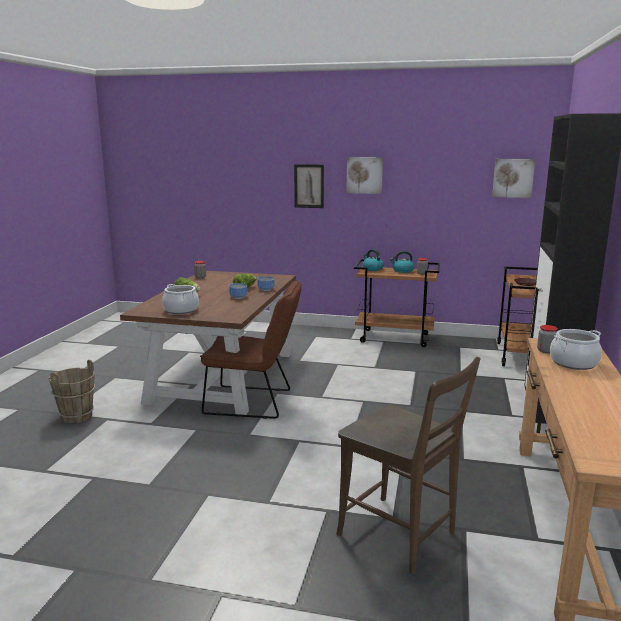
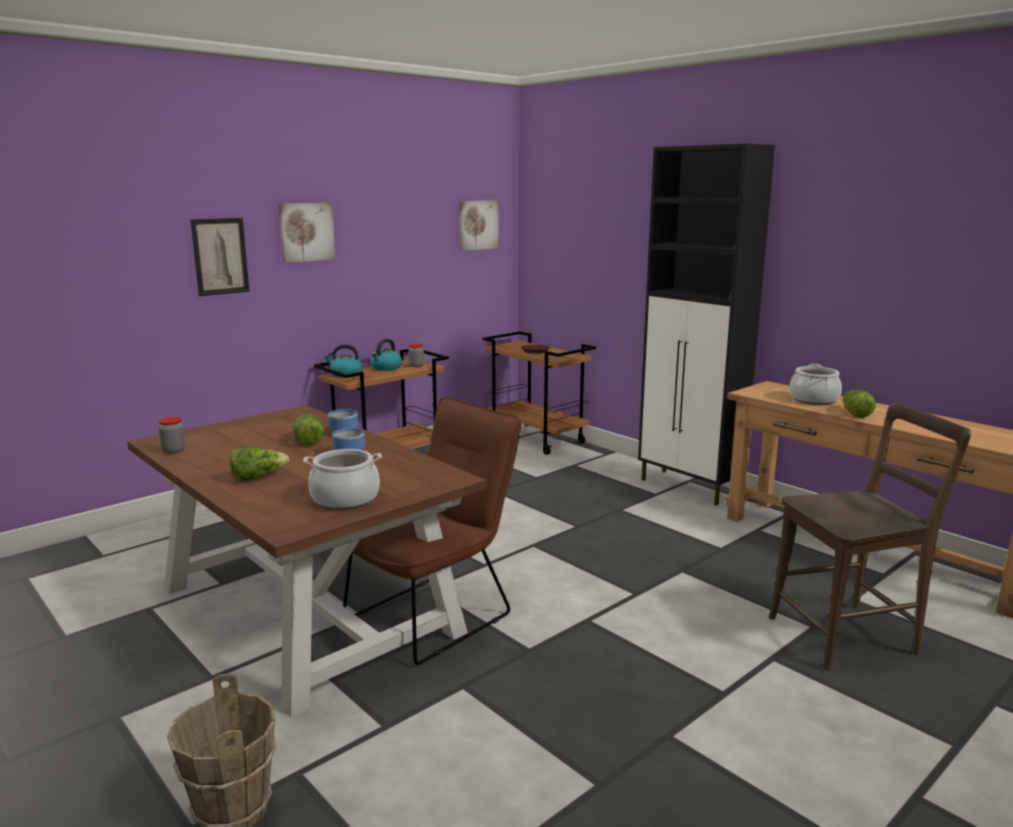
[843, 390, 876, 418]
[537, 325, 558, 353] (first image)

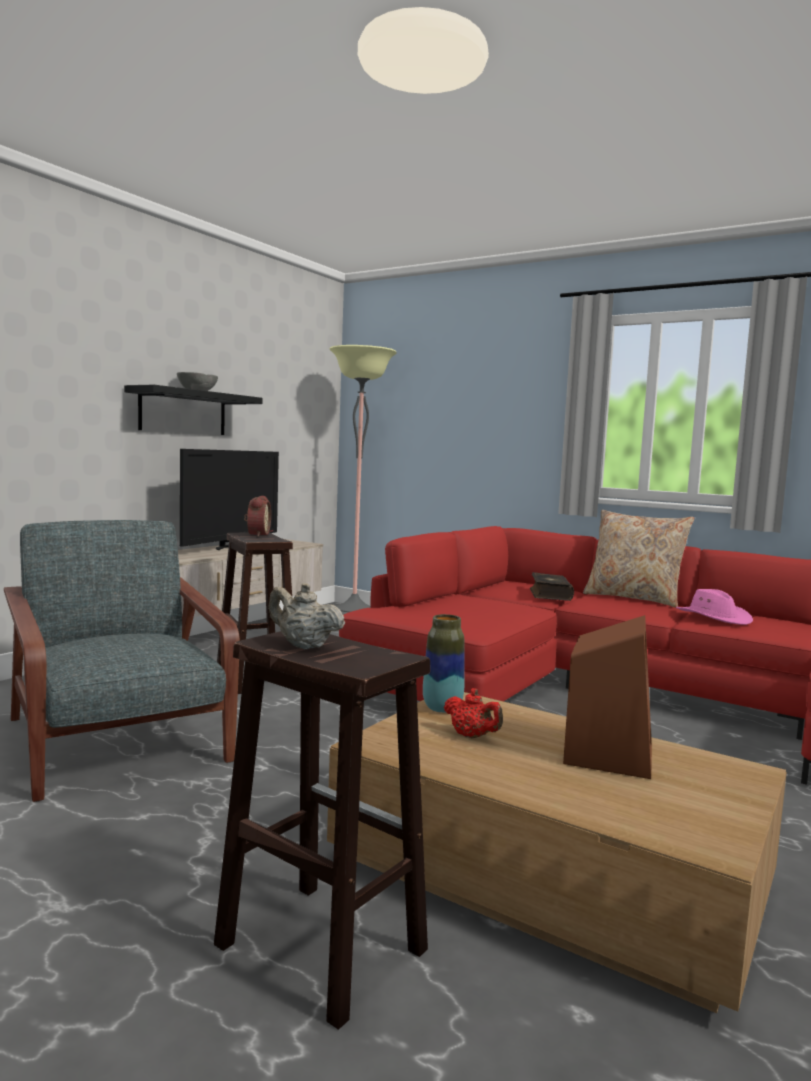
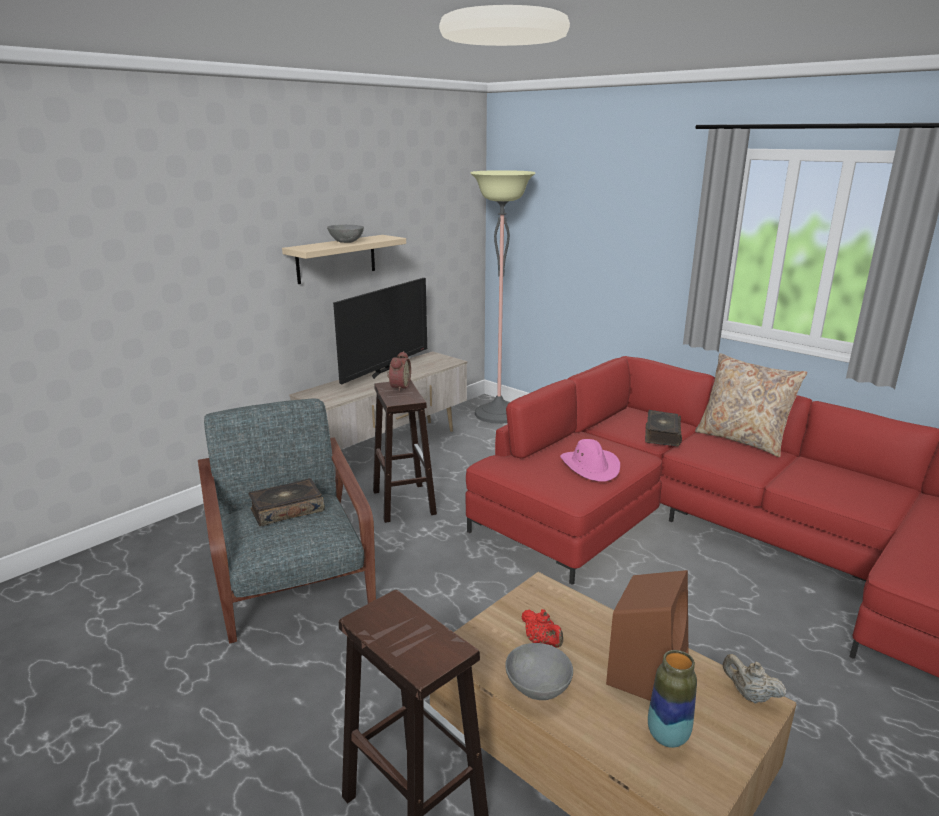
[249, 478, 325, 526]
[282, 235, 406, 284]
[505, 643, 573, 700]
[560, 439, 620, 482]
[648, 650, 697, 748]
[723, 654, 786, 704]

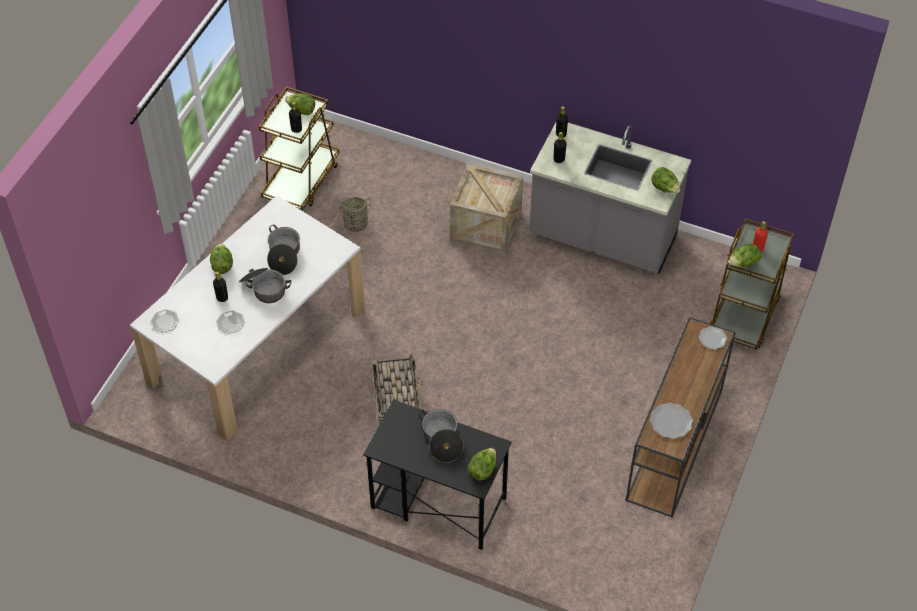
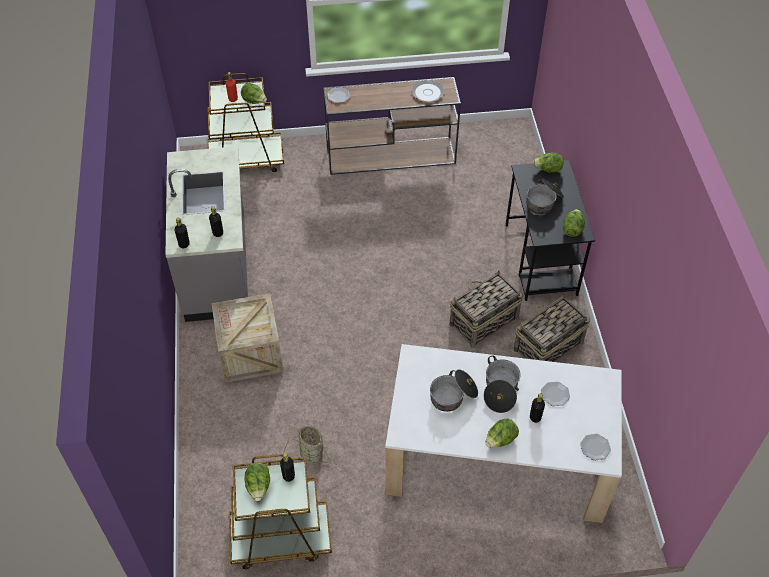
[514, 294, 590, 362]
[563, 209, 585, 237]

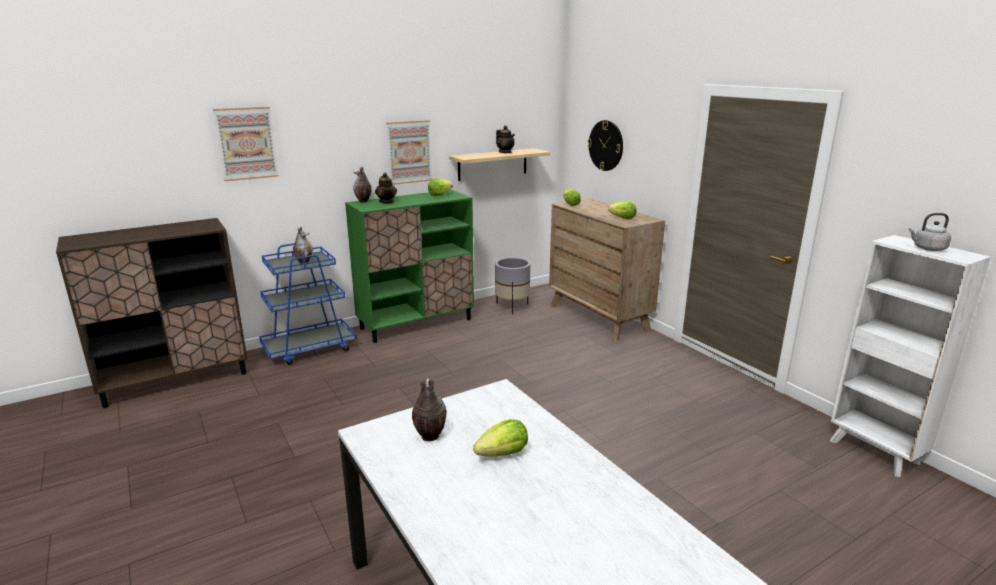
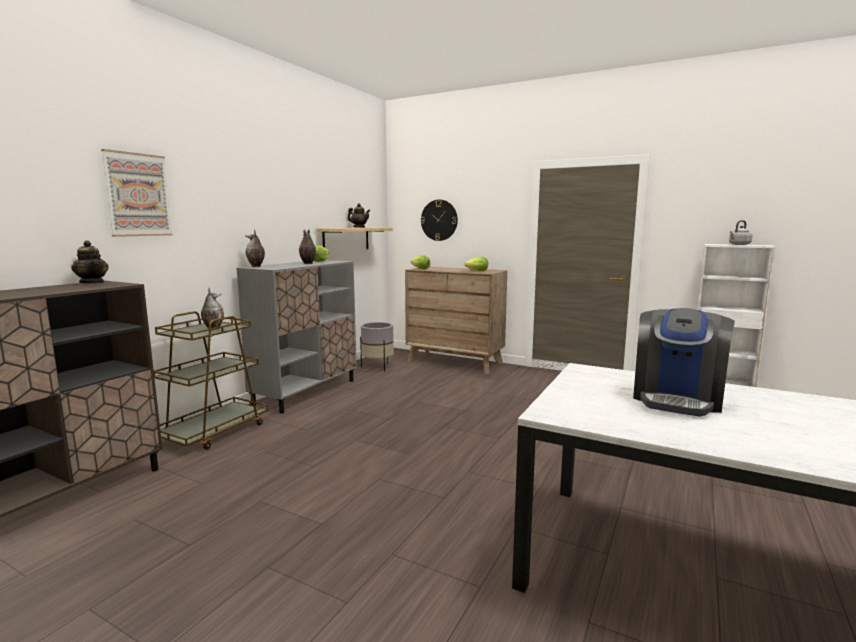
[71, 240, 109, 283]
[154, 311, 268, 450]
[236, 260, 357, 414]
[299, 229, 316, 264]
[633, 308, 735, 417]
[386, 120, 432, 185] (first image)

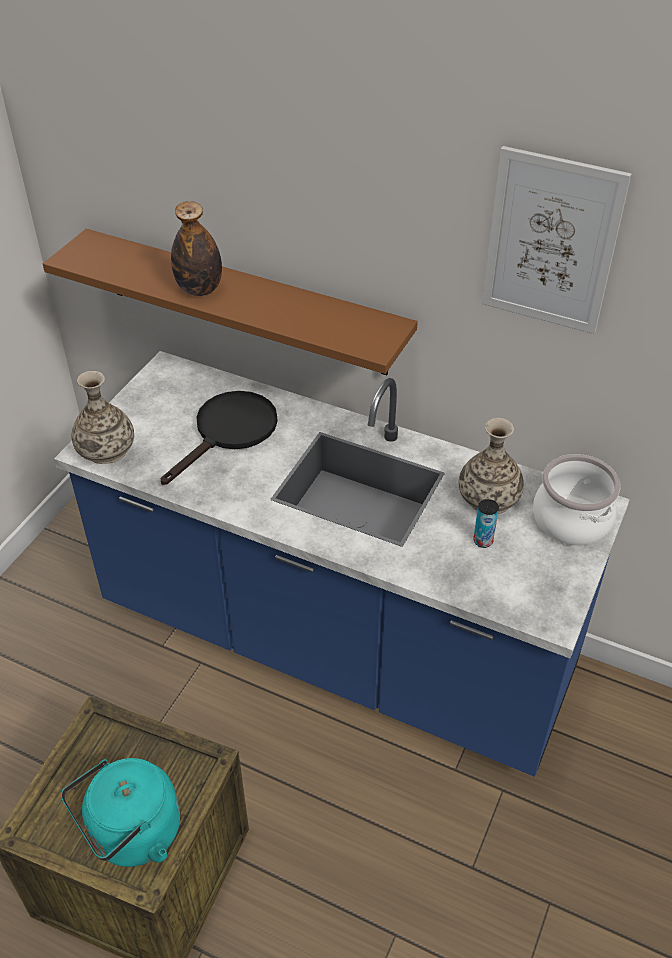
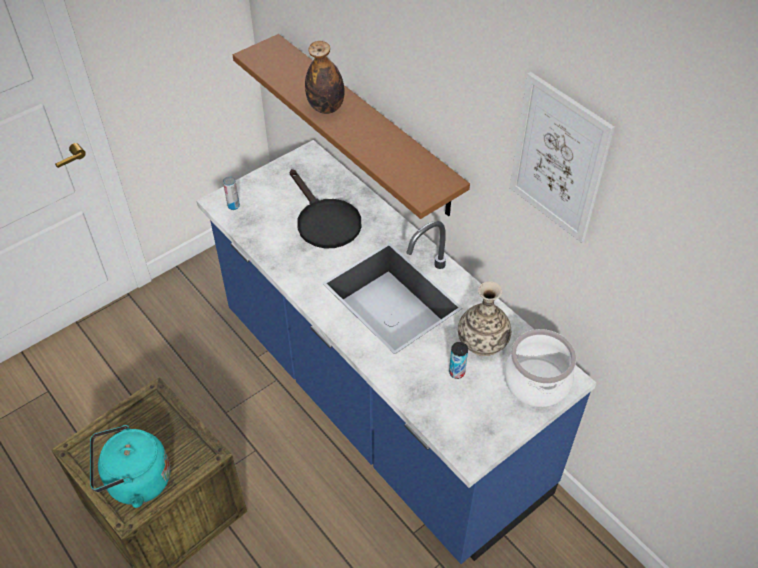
[223, 176, 240, 210]
[290, 169, 361, 248]

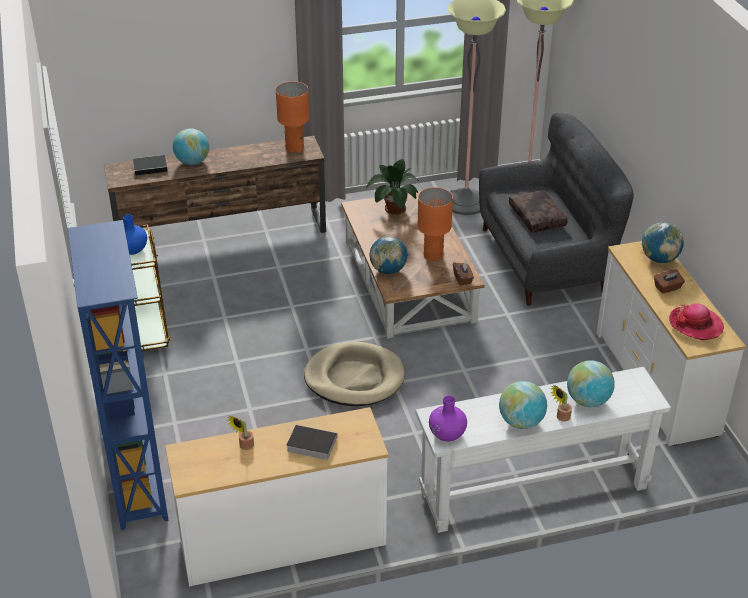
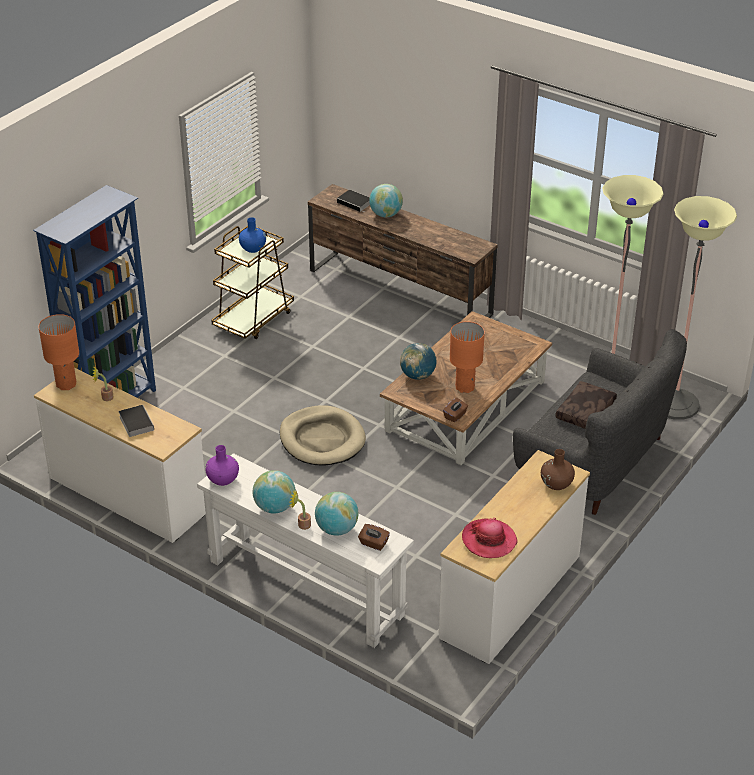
[38, 314, 79, 390]
[358, 524, 390, 551]
[541, 449, 575, 490]
[366, 159, 419, 214] (first image)

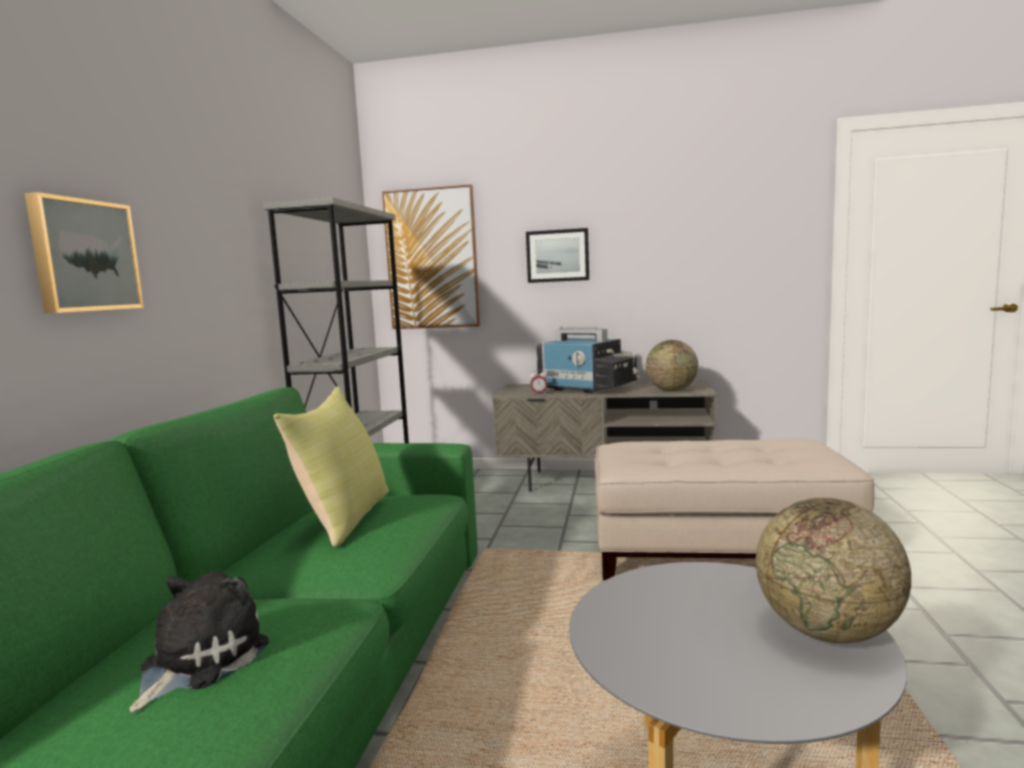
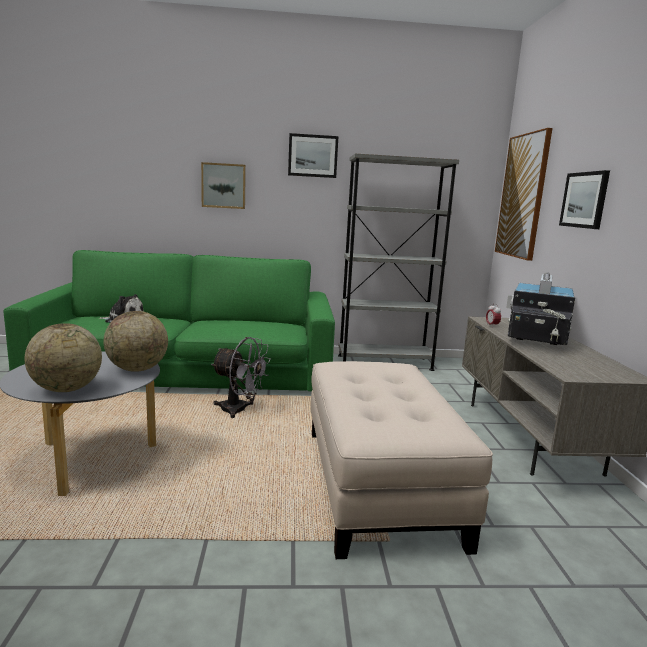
[104, 311, 168, 372]
[211, 337, 271, 418]
[288, 133, 338, 178]
[274, 386, 389, 547] (first image)

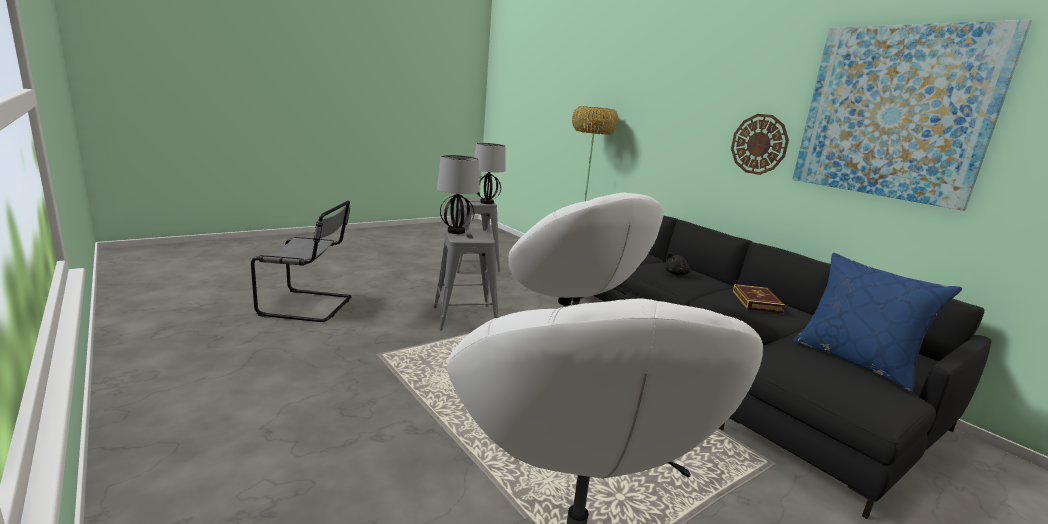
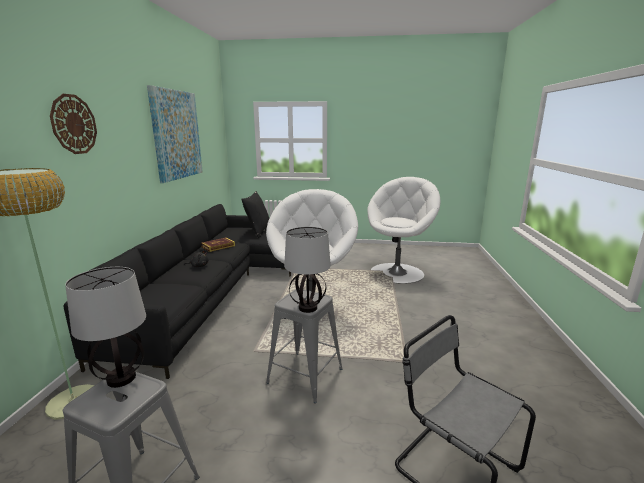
[50, 94, 97, 154]
[241, 191, 269, 238]

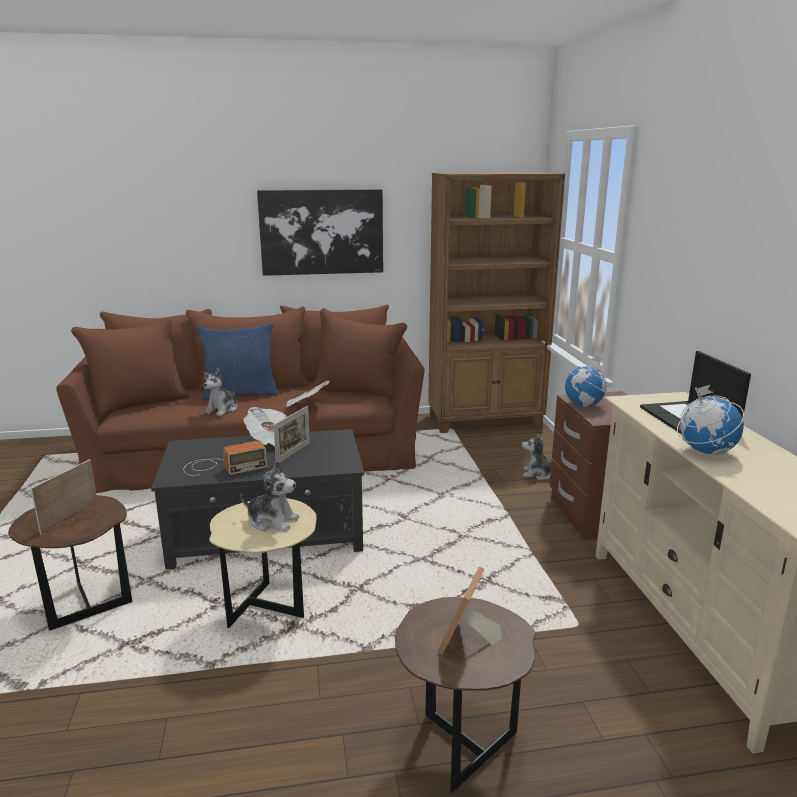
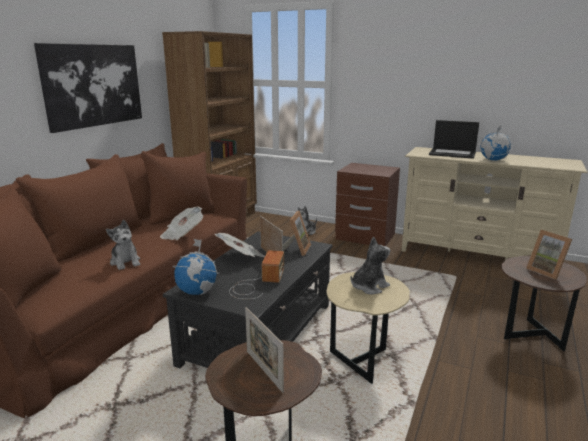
[172, 239, 219, 295]
[283, 211, 311, 256]
[197, 323, 278, 401] (first image)

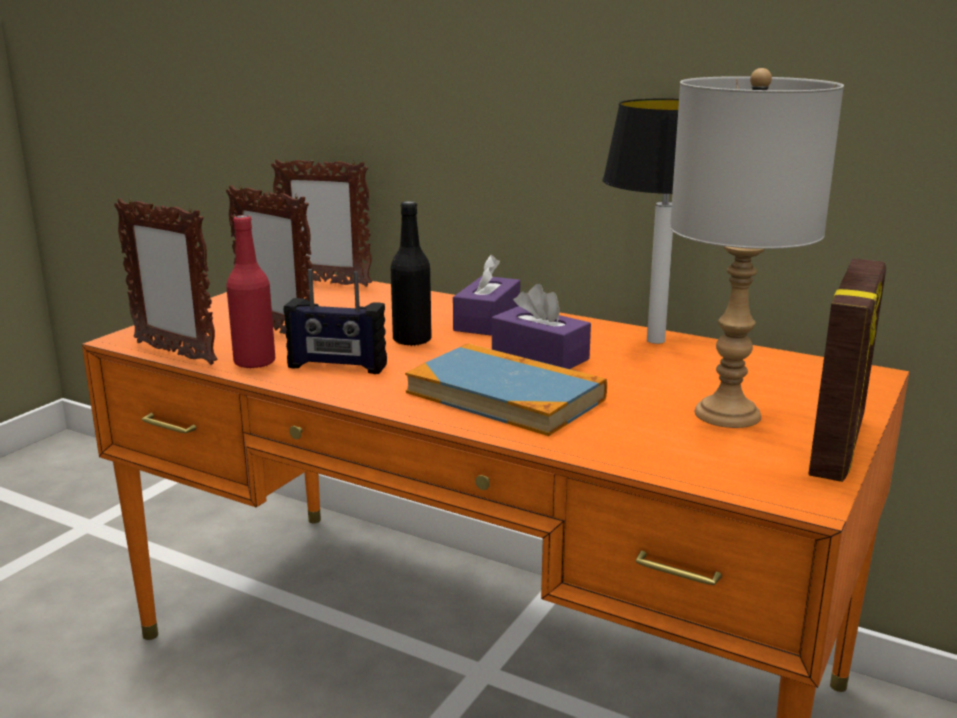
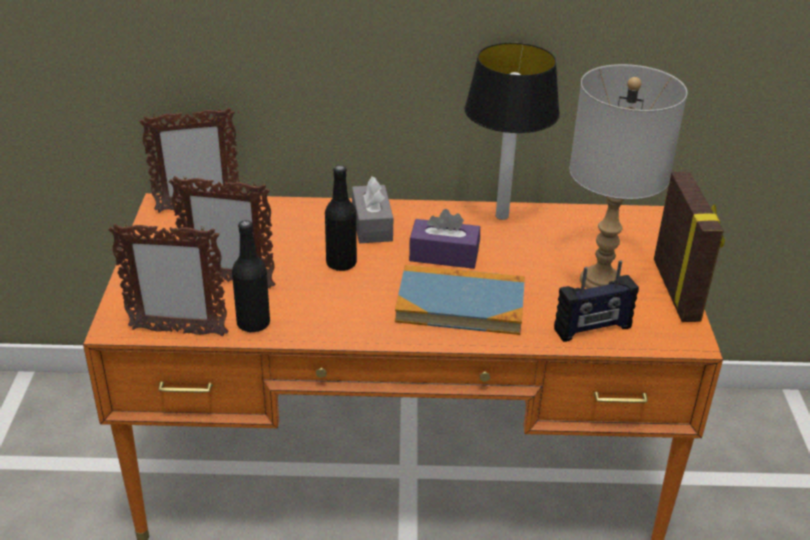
[232, 220, 270, 332]
[352, 176, 393, 243]
[554, 260, 639, 342]

